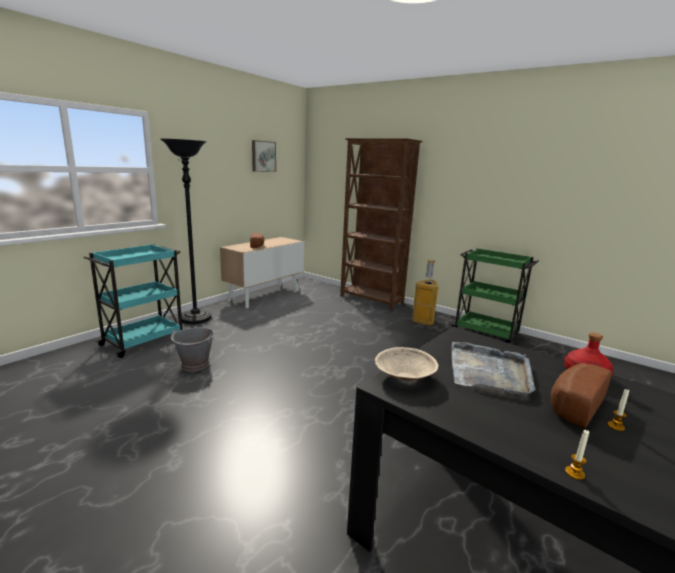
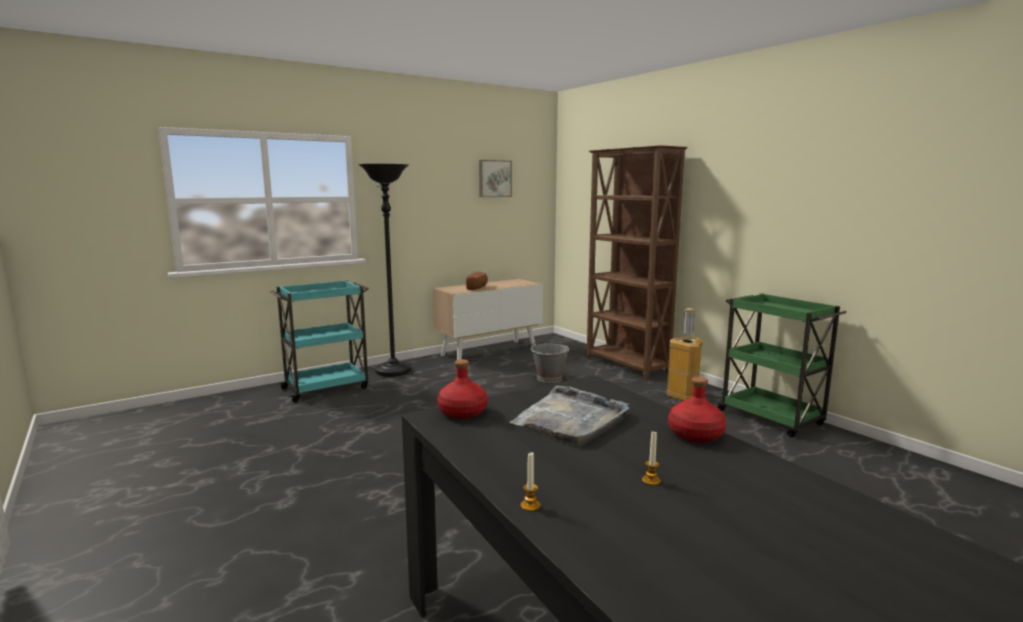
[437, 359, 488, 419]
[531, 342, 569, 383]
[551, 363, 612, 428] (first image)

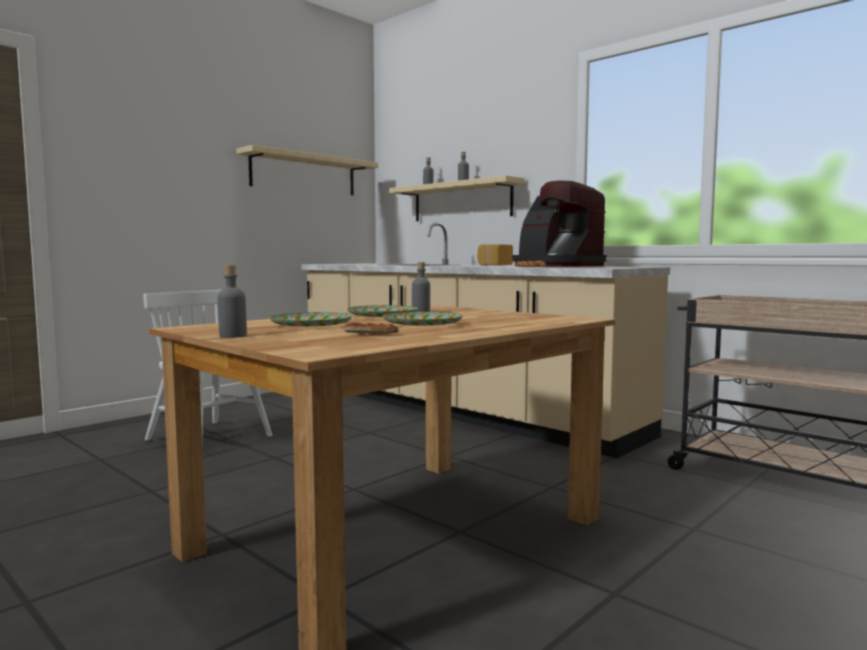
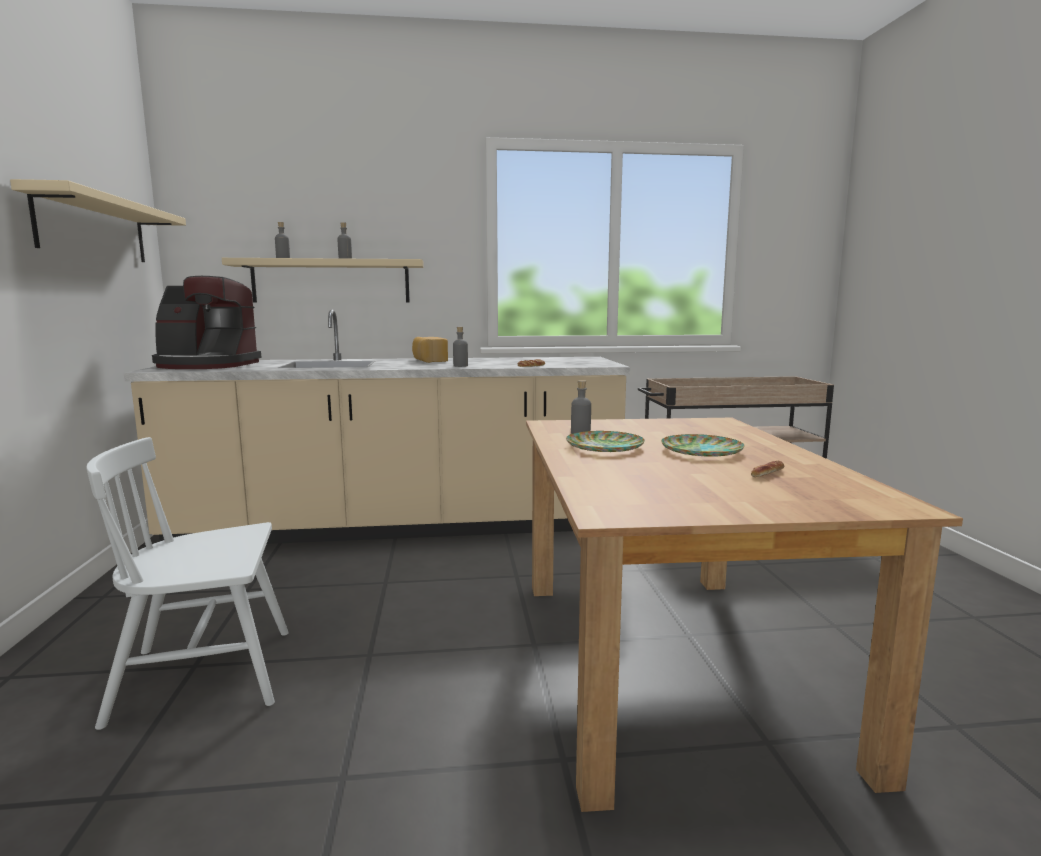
[152, 276, 261, 369]
[453, 327, 468, 367]
[269, 312, 352, 327] (first image)

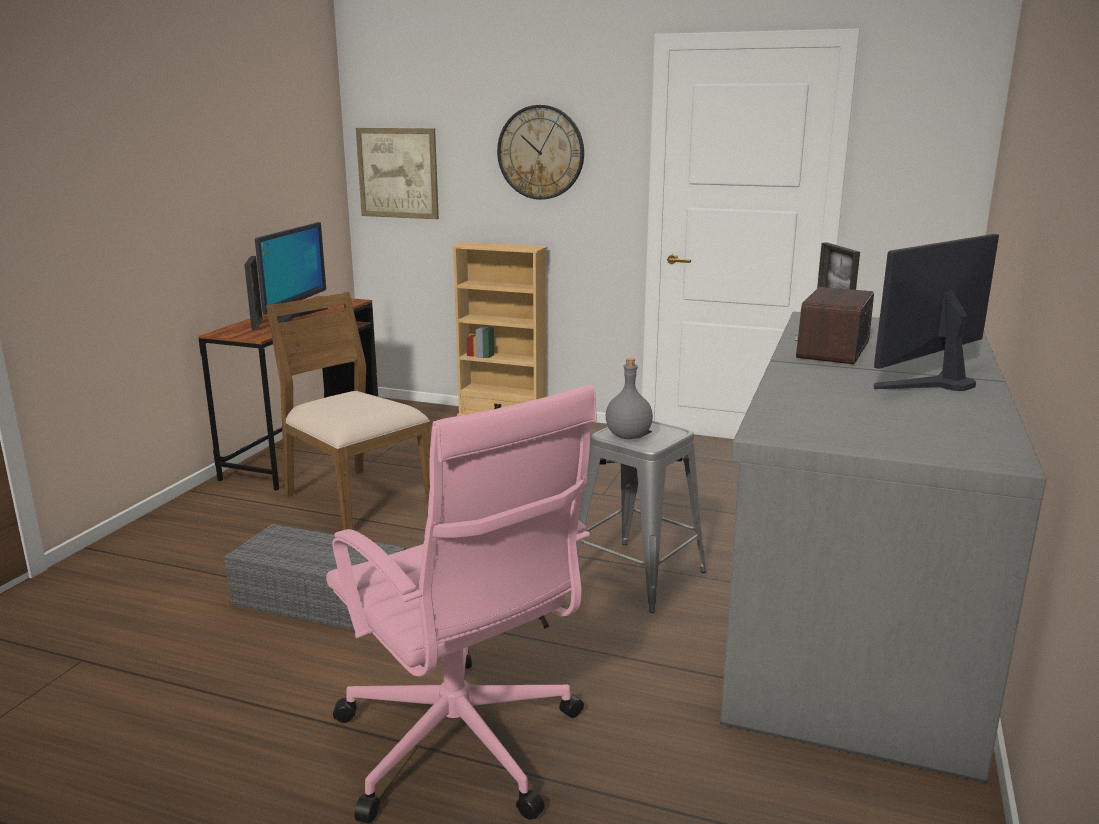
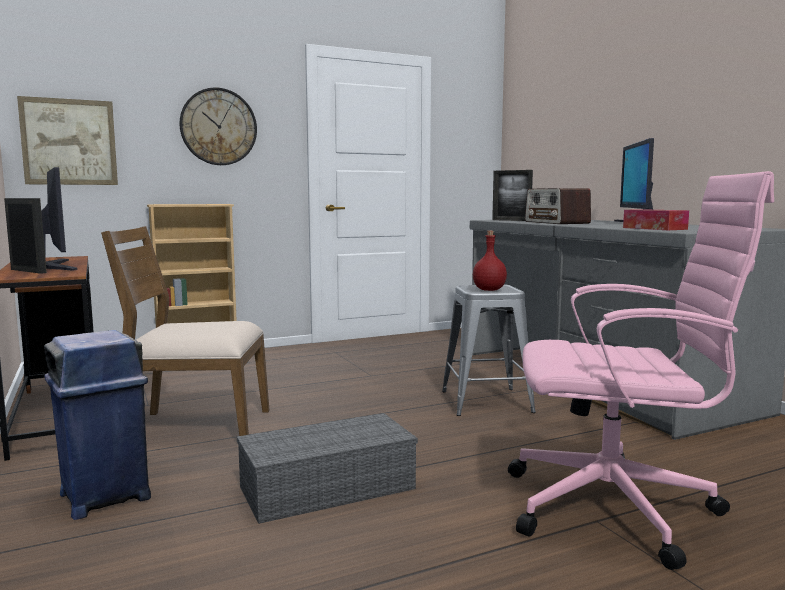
[44, 330, 151, 520]
[473, 231, 507, 291]
[623, 209, 689, 230]

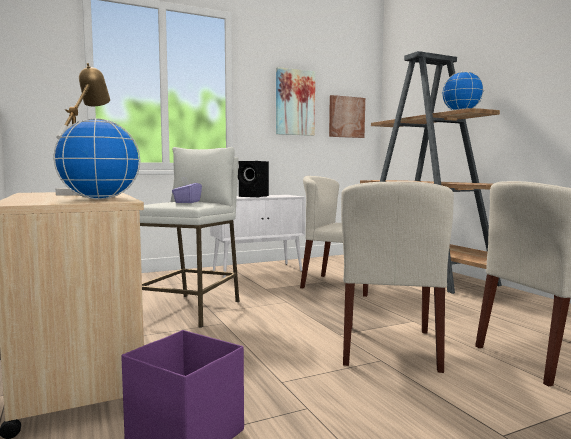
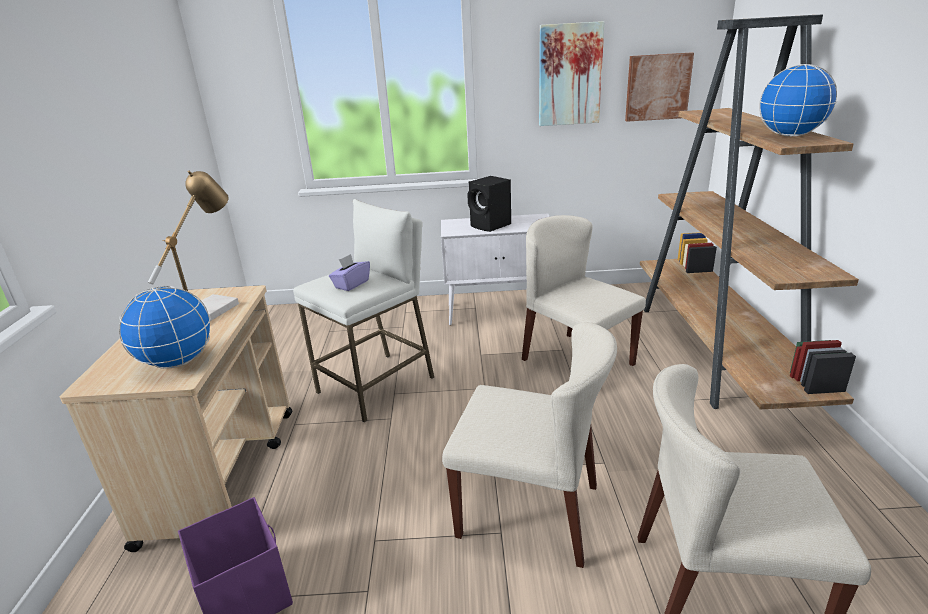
[442, 322, 617, 568]

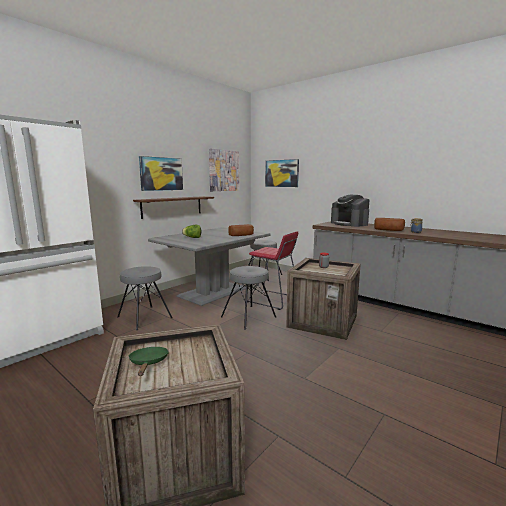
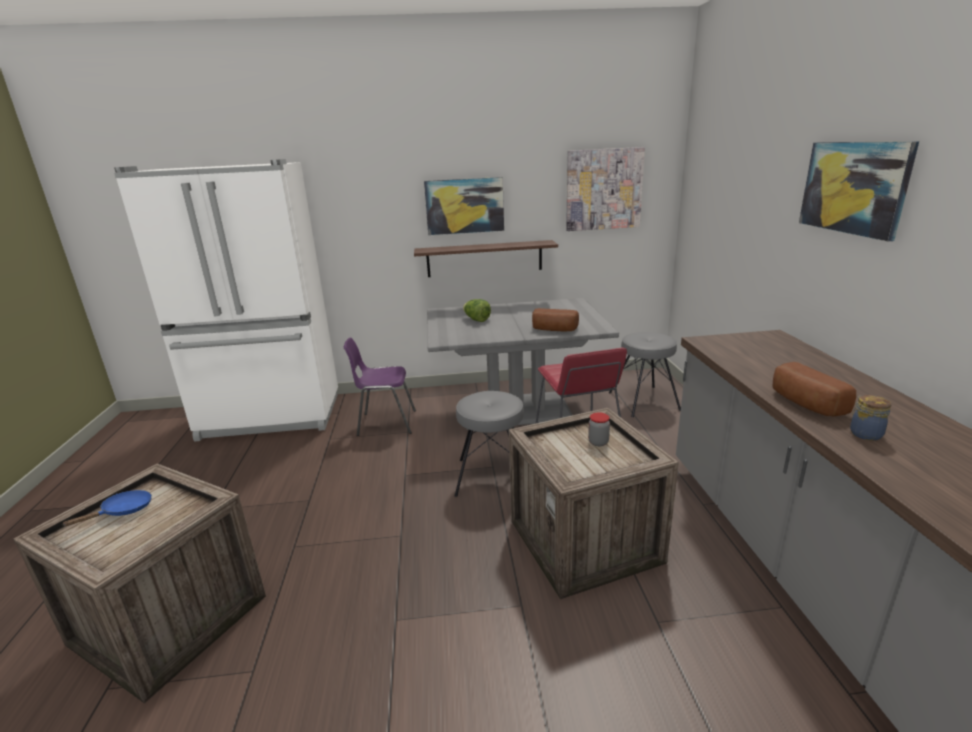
[61, 490, 152, 526]
[344, 337, 416, 436]
[799, 141, 919, 241]
[331, 195, 369, 227] (first image)

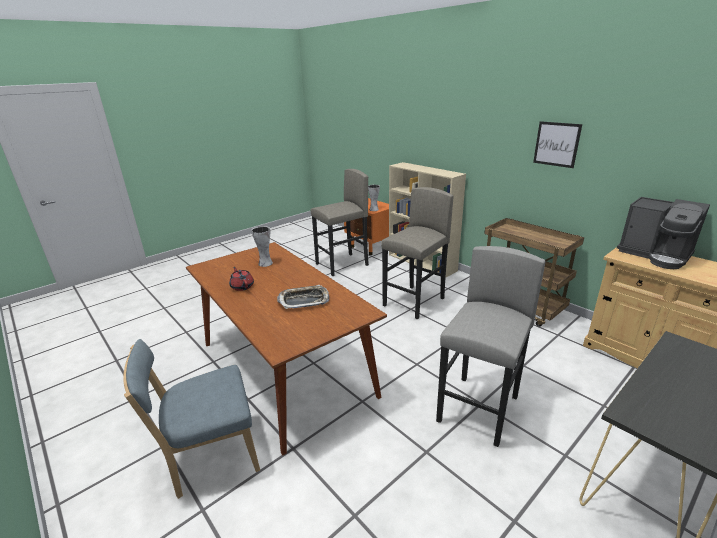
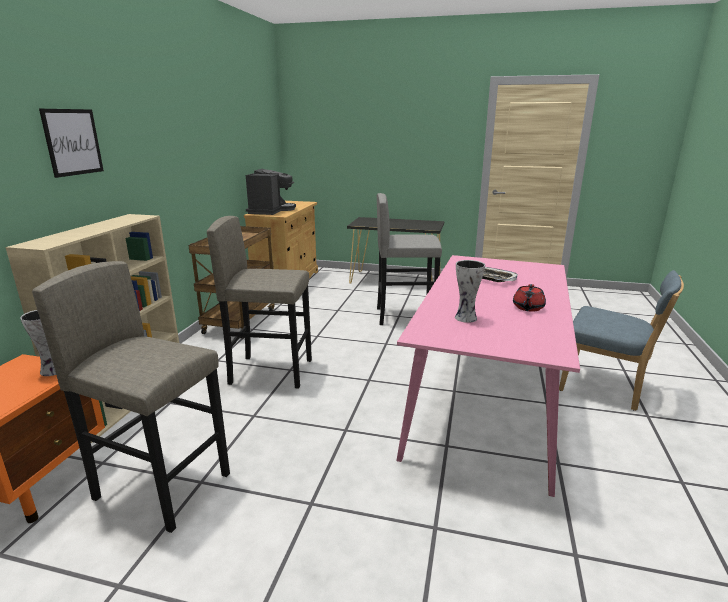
[39, 109, 104, 178]
[396, 255, 580, 497]

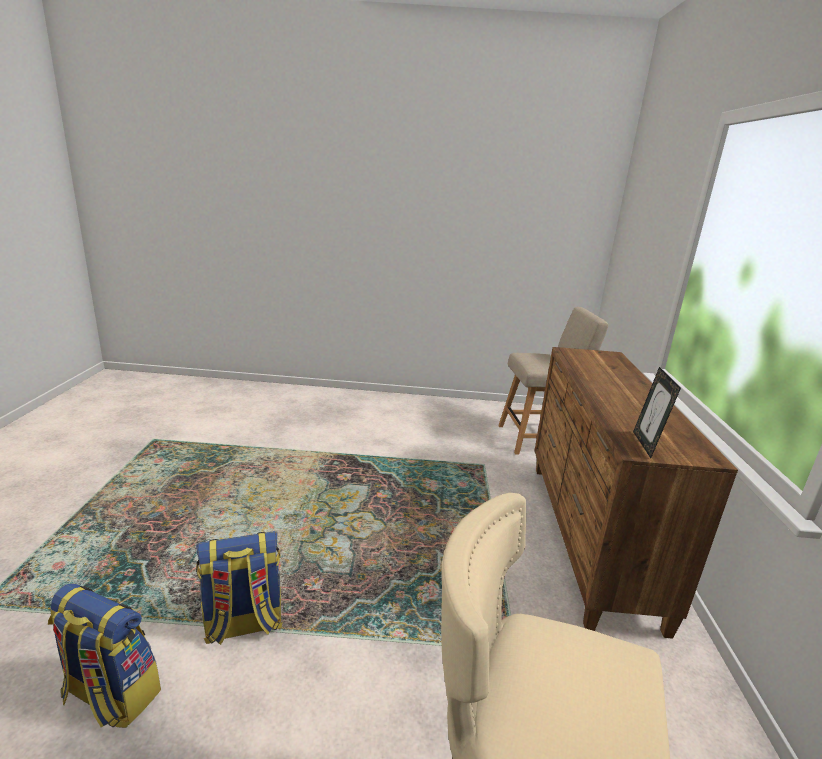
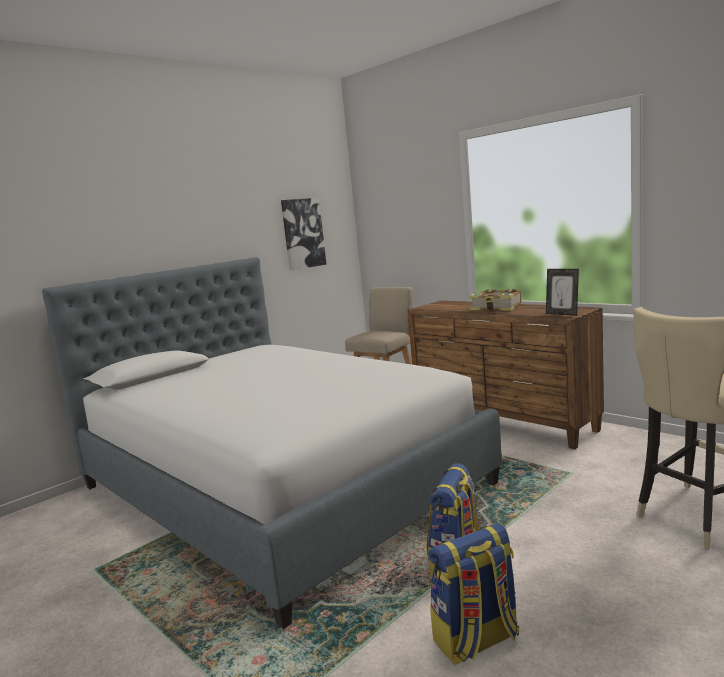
[42, 257, 502, 629]
[281, 198, 326, 270]
[469, 289, 521, 311]

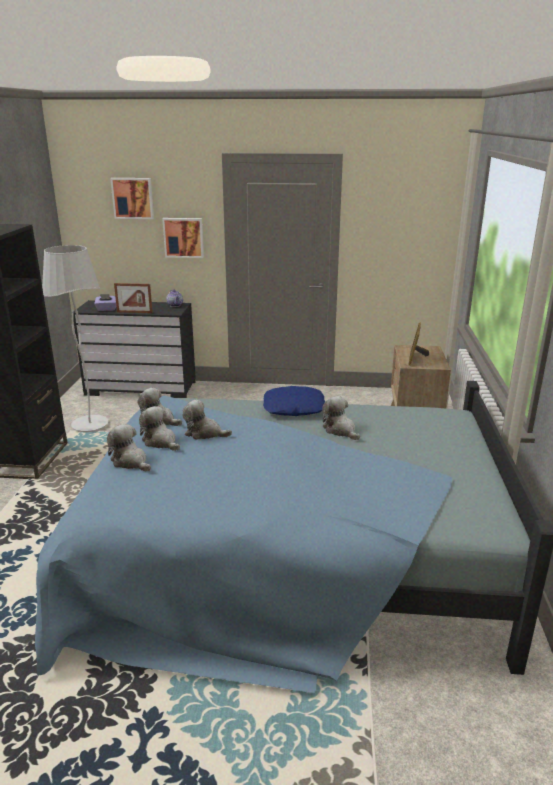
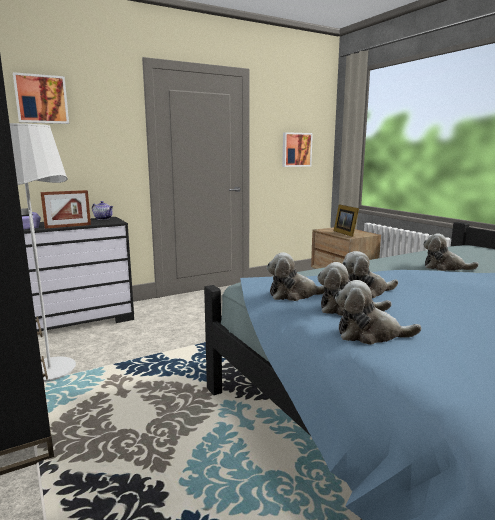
[282, 132, 313, 167]
[263, 386, 325, 416] (first image)

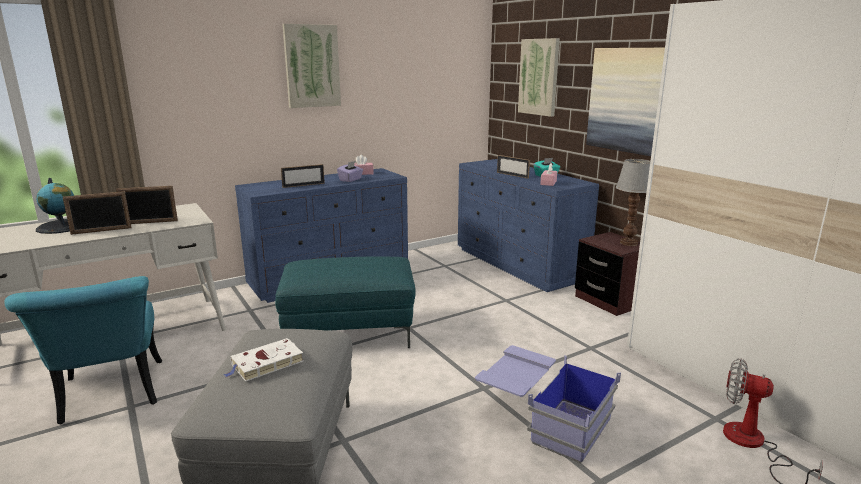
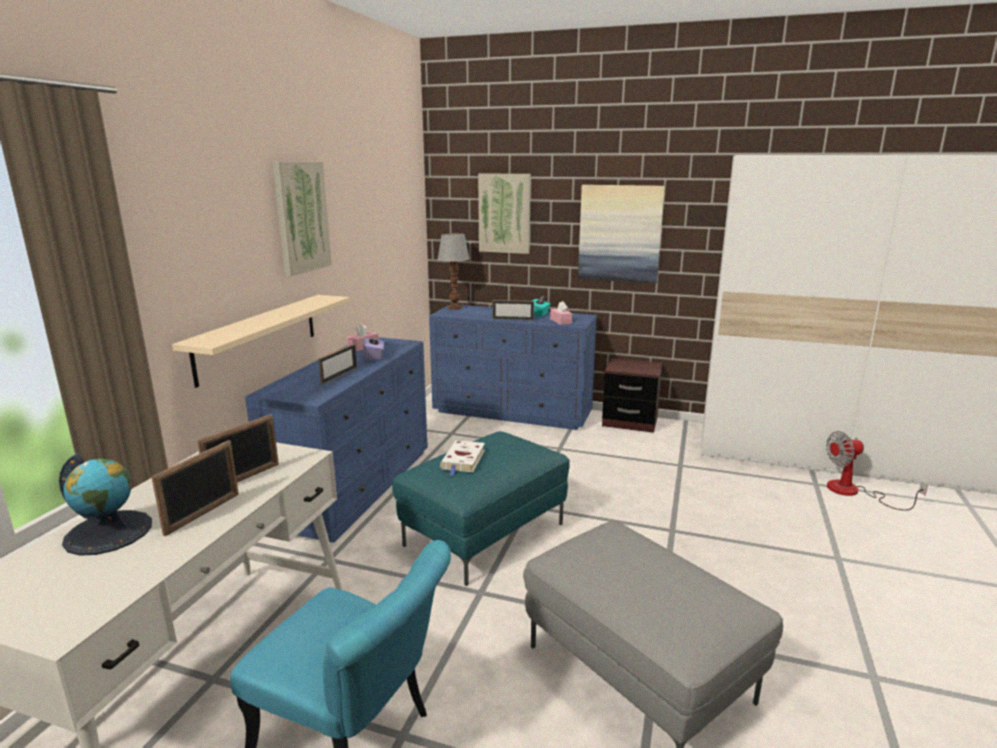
[172, 295, 350, 388]
[438, 233, 470, 310]
[440, 440, 485, 476]
[475, 345, 621, 464] (first image)

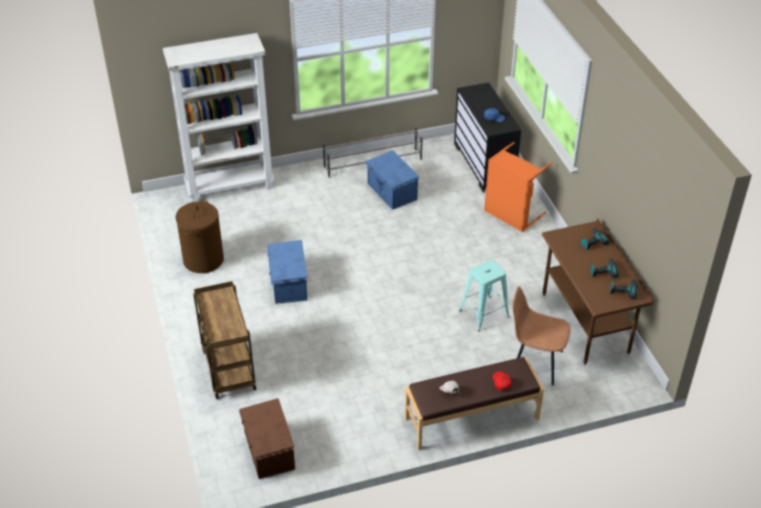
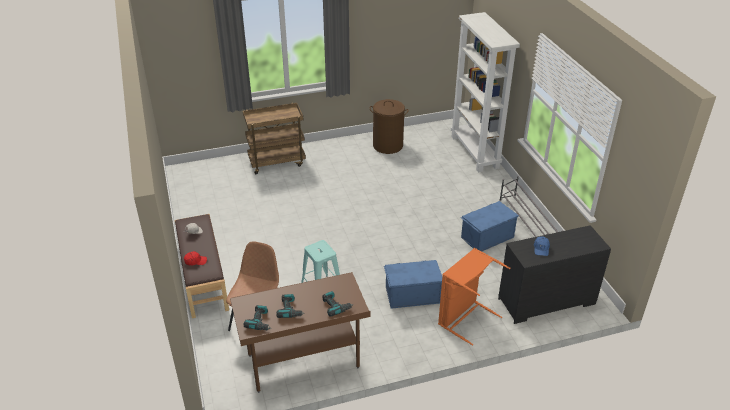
[384, 260, 442, 309]
[239, 398, 295, 479] (first image)

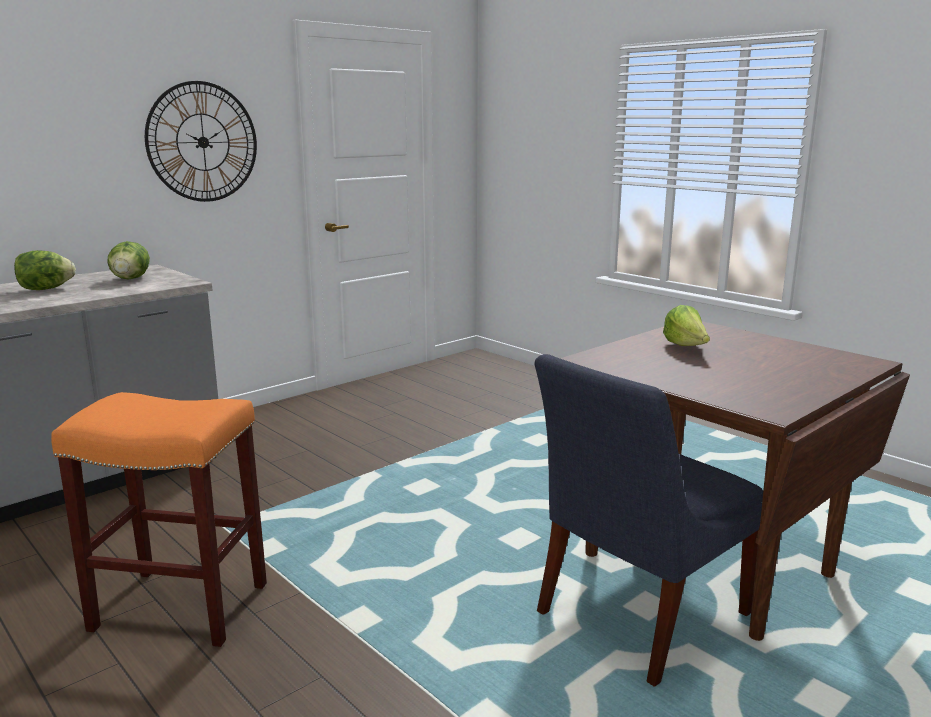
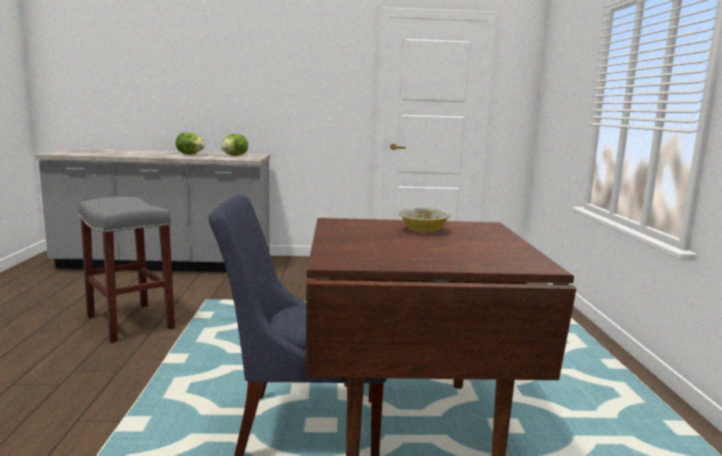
[78, 197, 175, 343]
[399, 208, 451, 232]
[145, 81, 257, 202] (first image)

